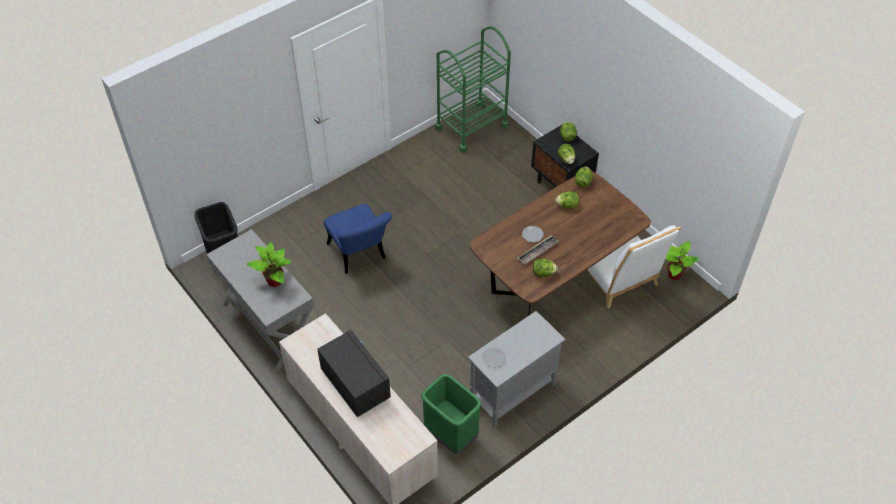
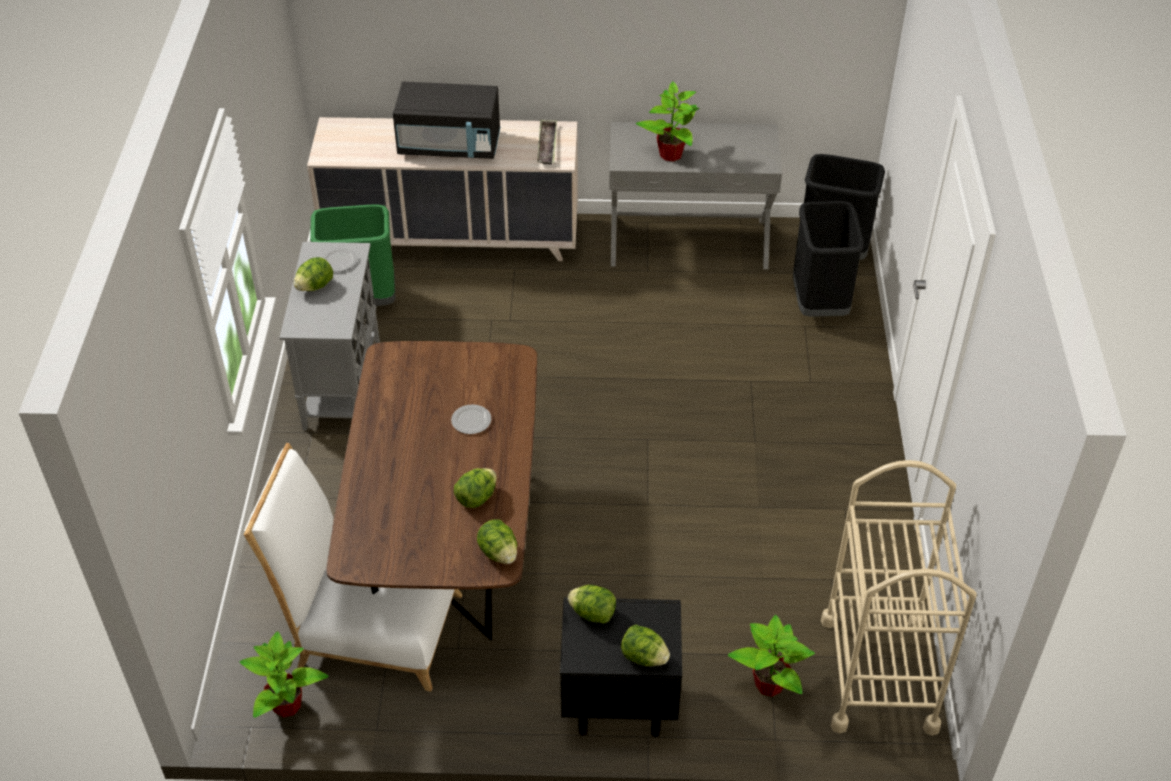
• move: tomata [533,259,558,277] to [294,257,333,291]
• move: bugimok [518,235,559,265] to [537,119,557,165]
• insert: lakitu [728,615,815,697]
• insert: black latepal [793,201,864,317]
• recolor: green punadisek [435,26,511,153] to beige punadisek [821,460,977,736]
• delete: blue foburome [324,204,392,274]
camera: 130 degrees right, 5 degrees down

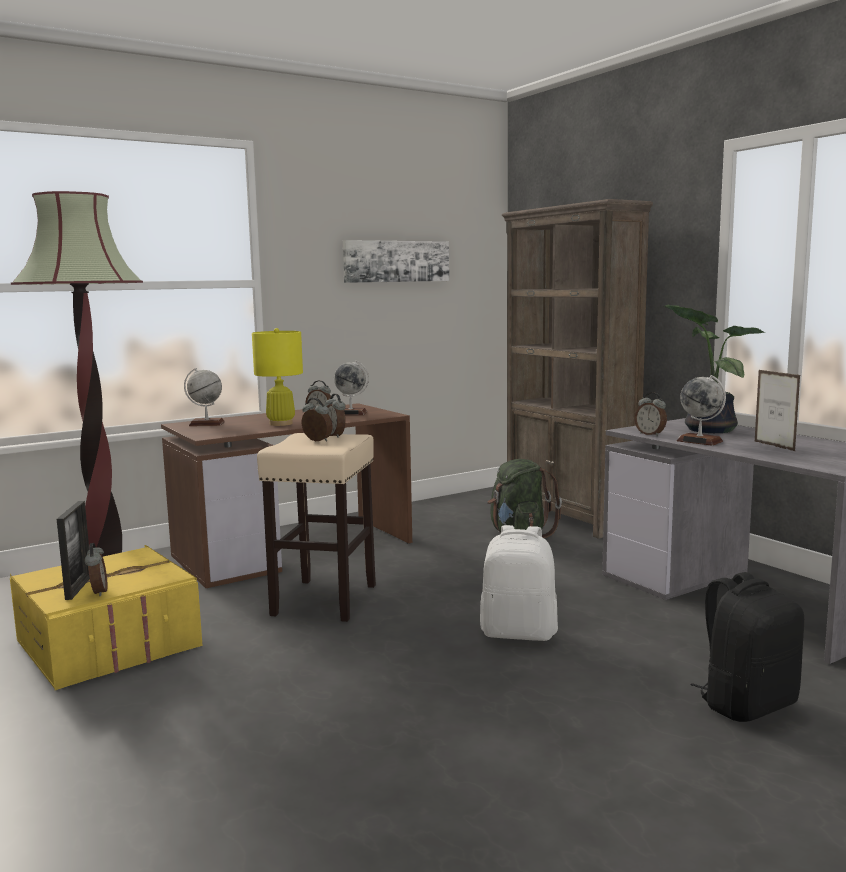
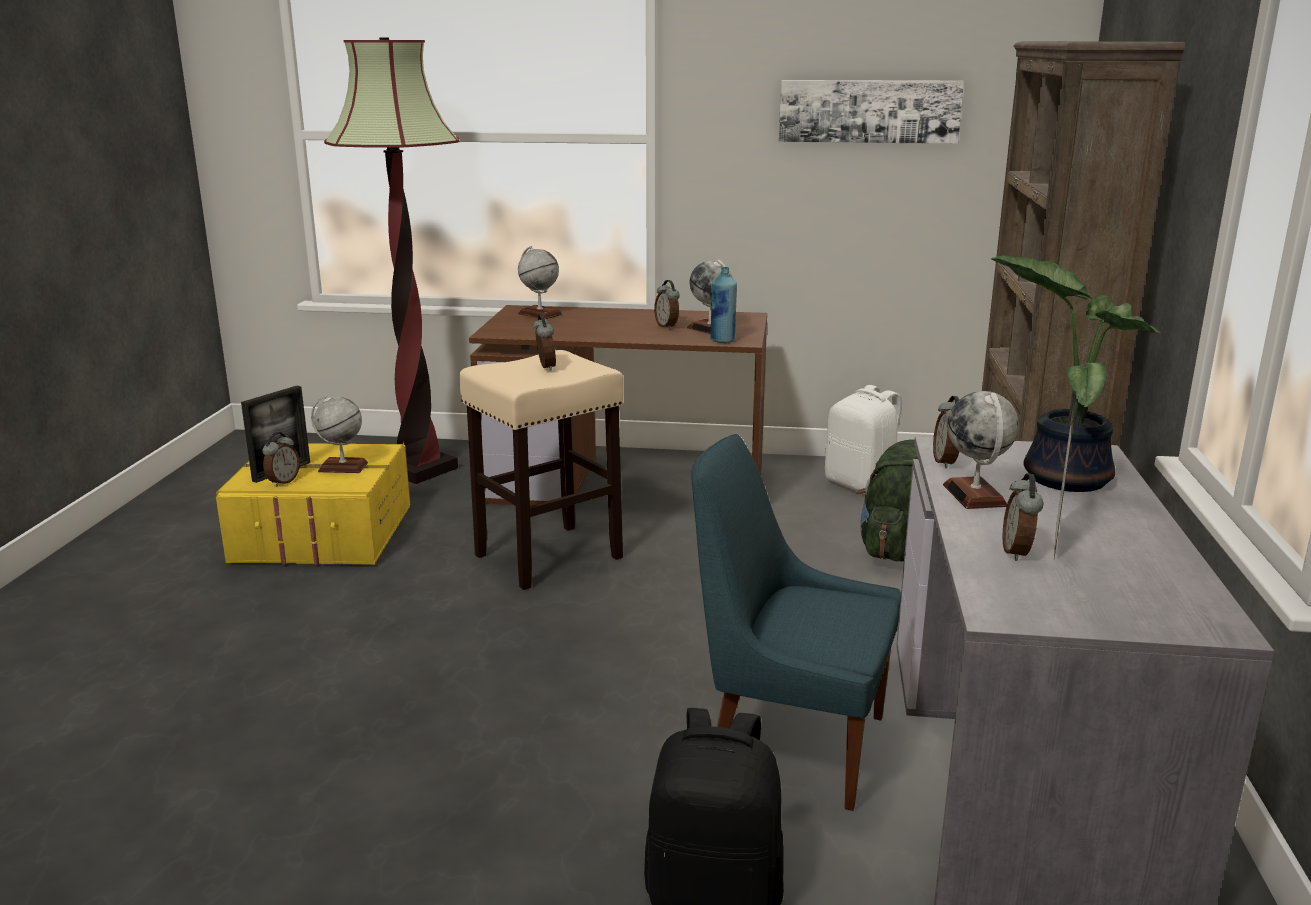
• insert: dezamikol [311,395,368,473]
• insert: blue foburome [691,434,901,811]
• insert: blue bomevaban [710,267,737,343]
• move: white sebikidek [480,525,558,641] to [825,385,902,494]
• move: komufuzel [325,394,346,438] to [1002,473,1044,561]
• delete: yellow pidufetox [252,328,303,426]
camera: 40 degrees right, 10 degrees up

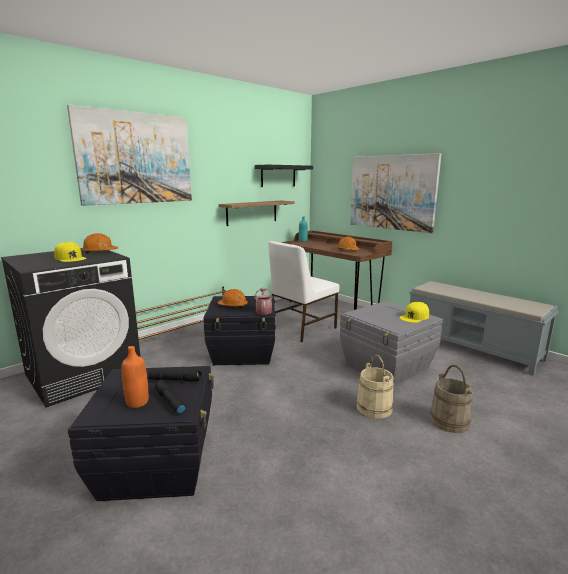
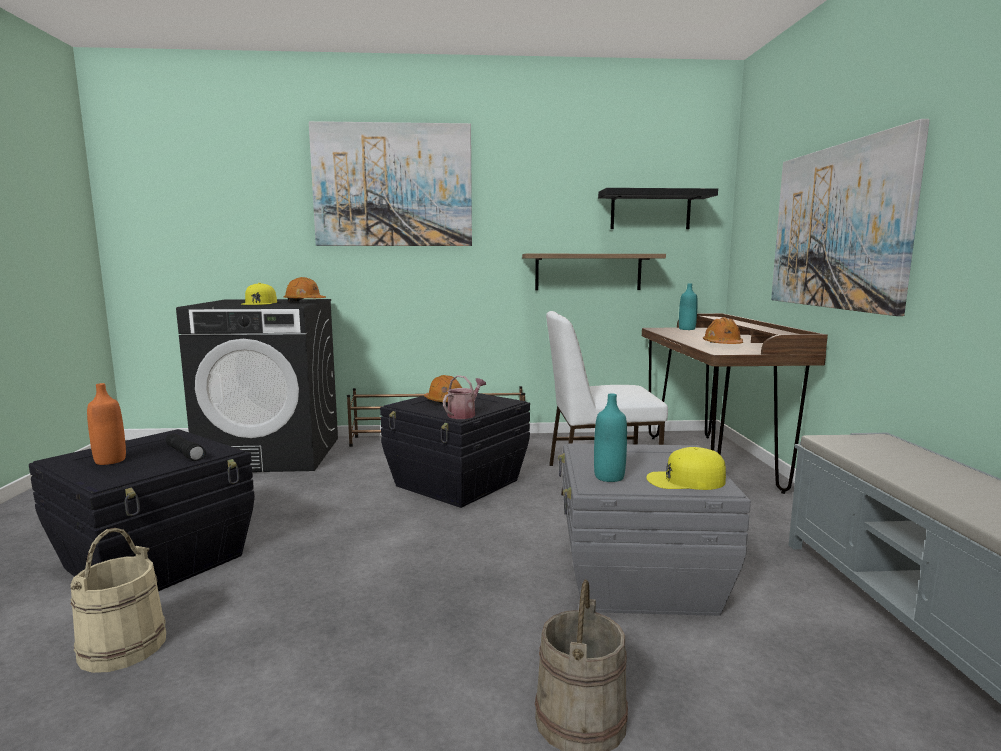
• move: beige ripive [357,354,394,419] to [70,528,166,673]
• insert: turquoise bomevaban [594,393,627,482]
• delete: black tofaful [155,380,186,414]
camera: 40 degrees right, 5 degrees down

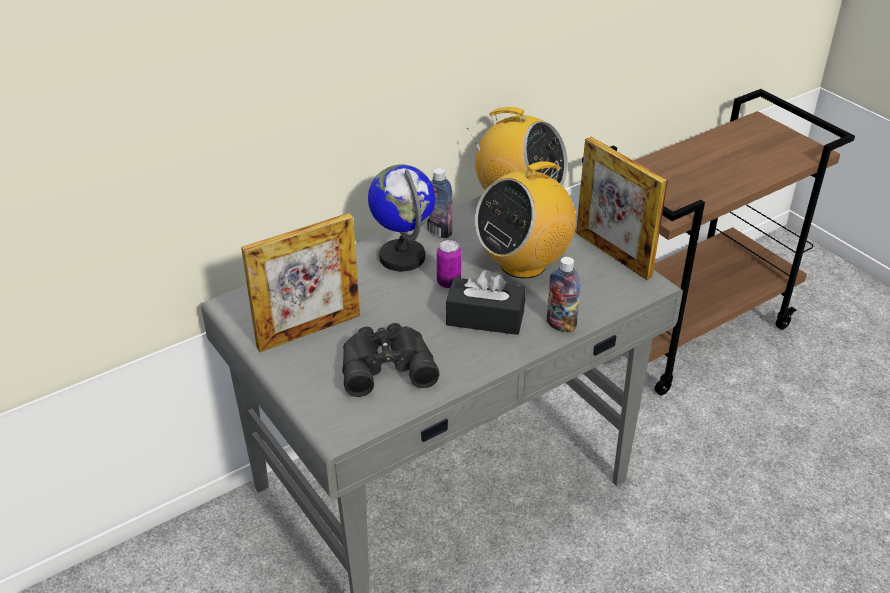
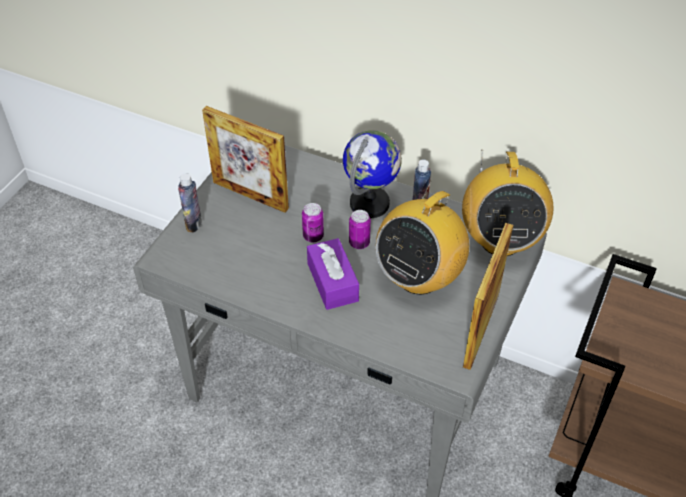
• move: bomevaban [547,257,581,333] to [178,173,202,233]
• insert: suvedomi [302,203,324,242]
• recolor: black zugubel [446,270,526,335] to purple zugubel [307,238,359,310]
• rotate: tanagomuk [475,158,576,279] = [376,181,469,295] 75 degrees counterclockwise
• delete: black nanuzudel [342,323,439,397]
camera: 60 degrees right, 10 degrees up

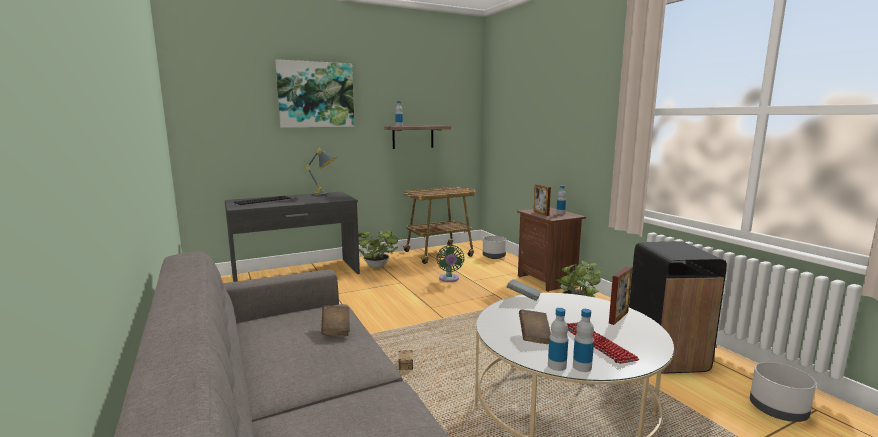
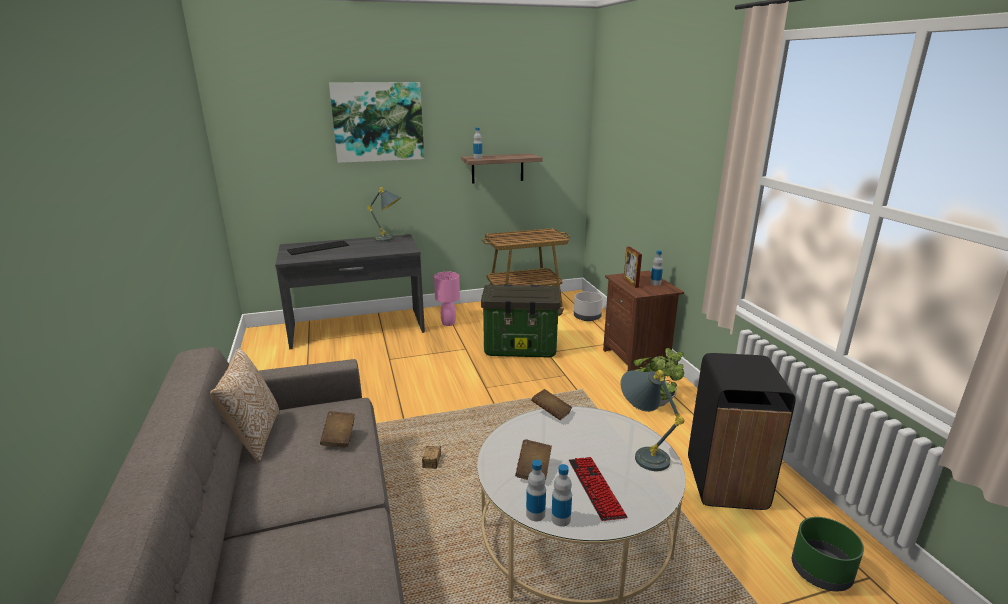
• insert: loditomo [210,348,280,462]
• replace: lakitu [358,230,398,268] to pink pidufetox [434,272,460,326]
• replace: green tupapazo [436,245,464,282] to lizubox [481,284,561,358]
• recolor: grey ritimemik [507,279,541,301] to brown ritimemik [531,389,572,420]
• replace: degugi [609,266,633,325] to grey pidufetox [620,370,684,471]
• recolor: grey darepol [750,362,816,422] to green darepol [792,517,864,591]
camera: 10 degrees right, 10 degrees up

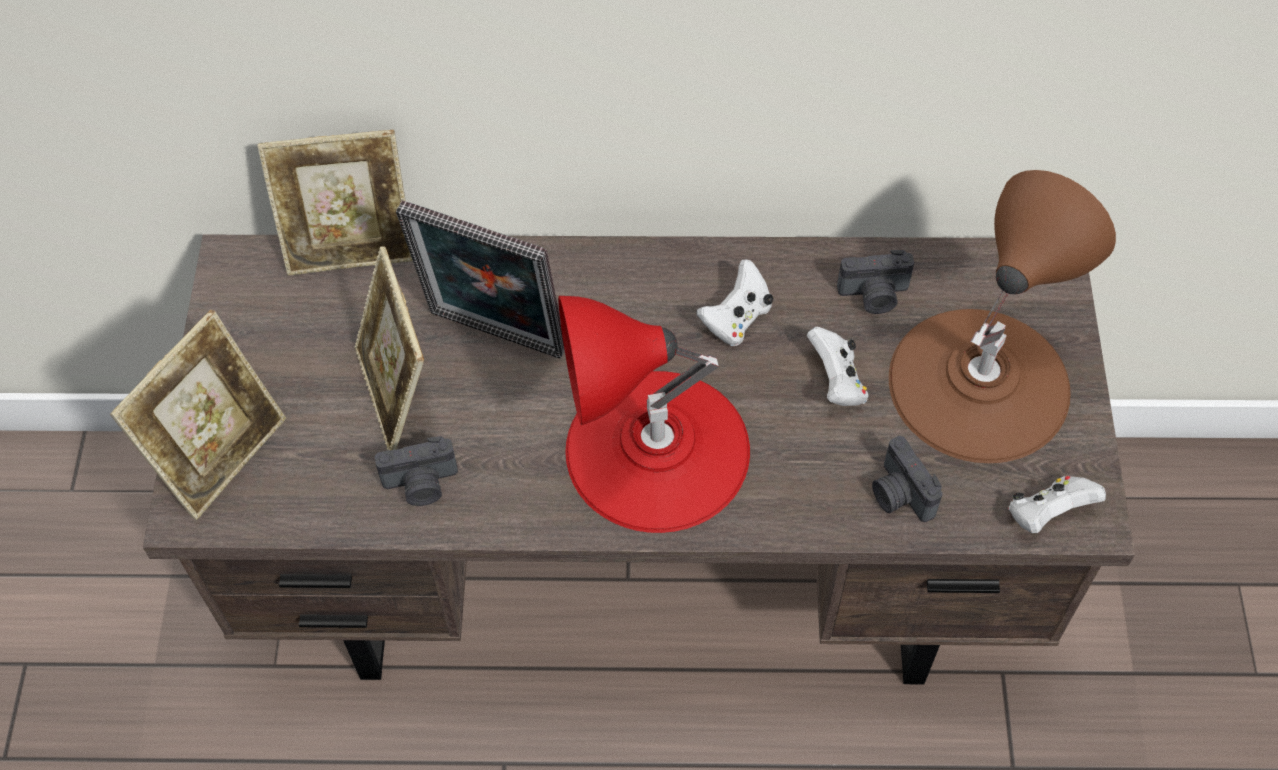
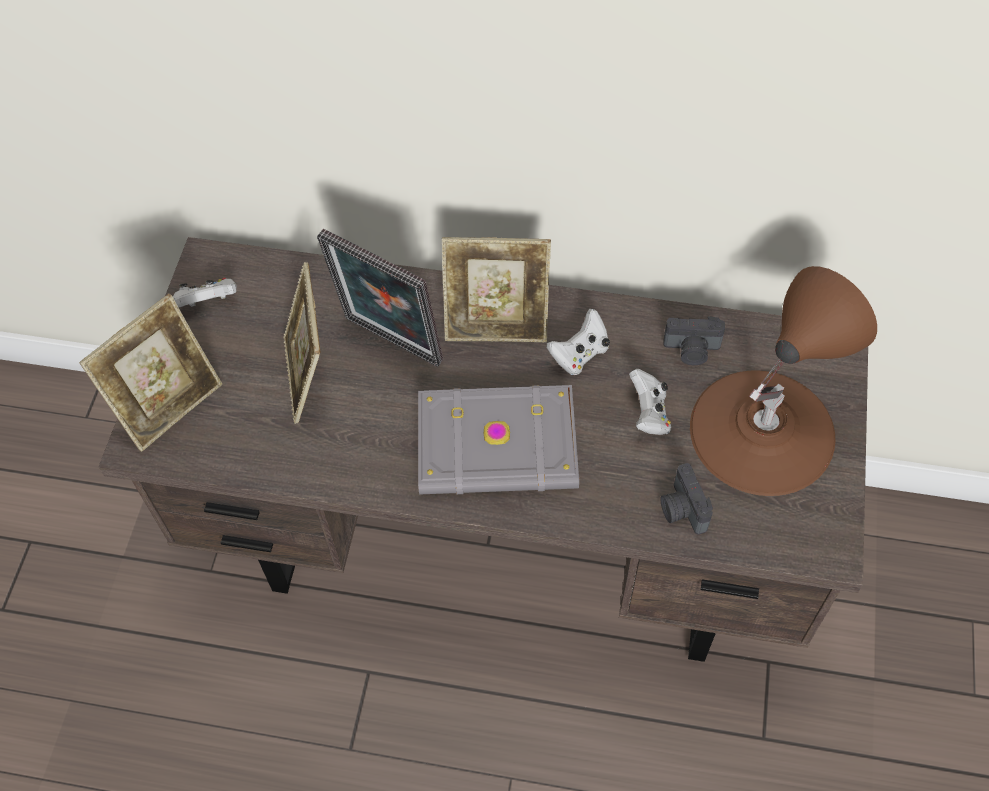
• move: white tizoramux [1009,476,1106,533] to [173,277,237,307]
• replace: red pidufetox [558,296,750,533] to grey ritimemik [418,385,579,494]
• move: degugi [257,130,413,275] to [442,237,551,342]
• delete: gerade [375,436,458,506]
camera: 10 degrees right, 0 degrees up

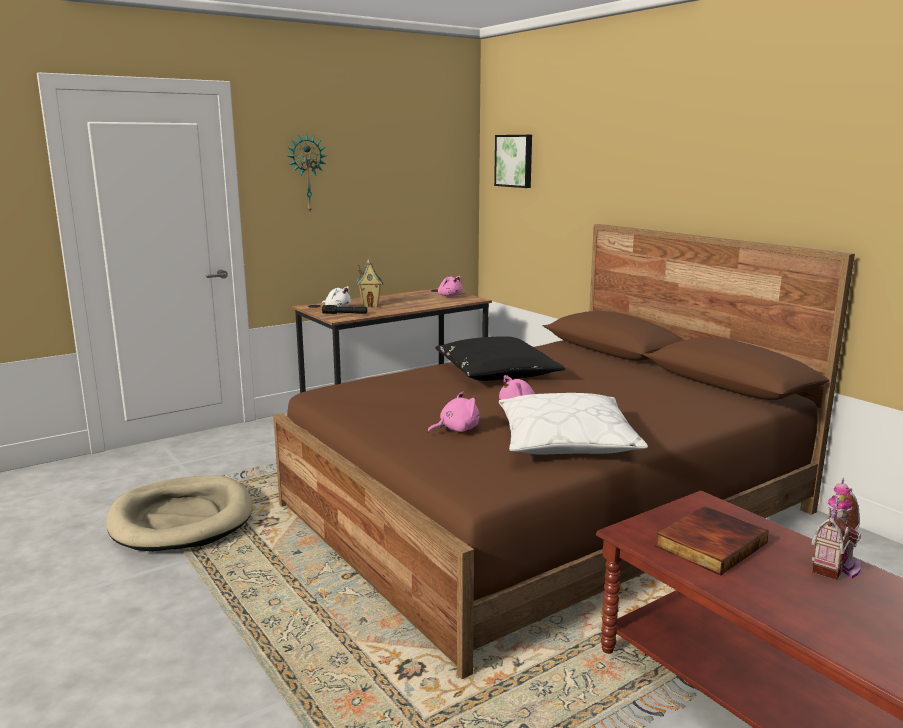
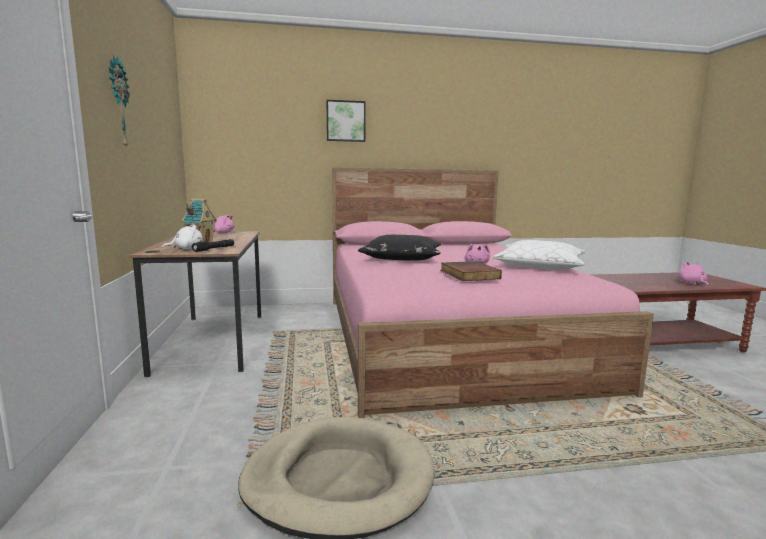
• move: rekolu [494,135,532,188] to [326,100,366,142]
• recolor: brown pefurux [273,224,855,679] to pink pefurux [332,167,654,418]
• move: ritimemik [655,506,769,576] to [440,261,502,281]
• move: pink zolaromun [428,391,480,433] to [679,262,708,286]
• delete: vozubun [811,478,861,580]
camera: 65 degrees left, 5 degrees down

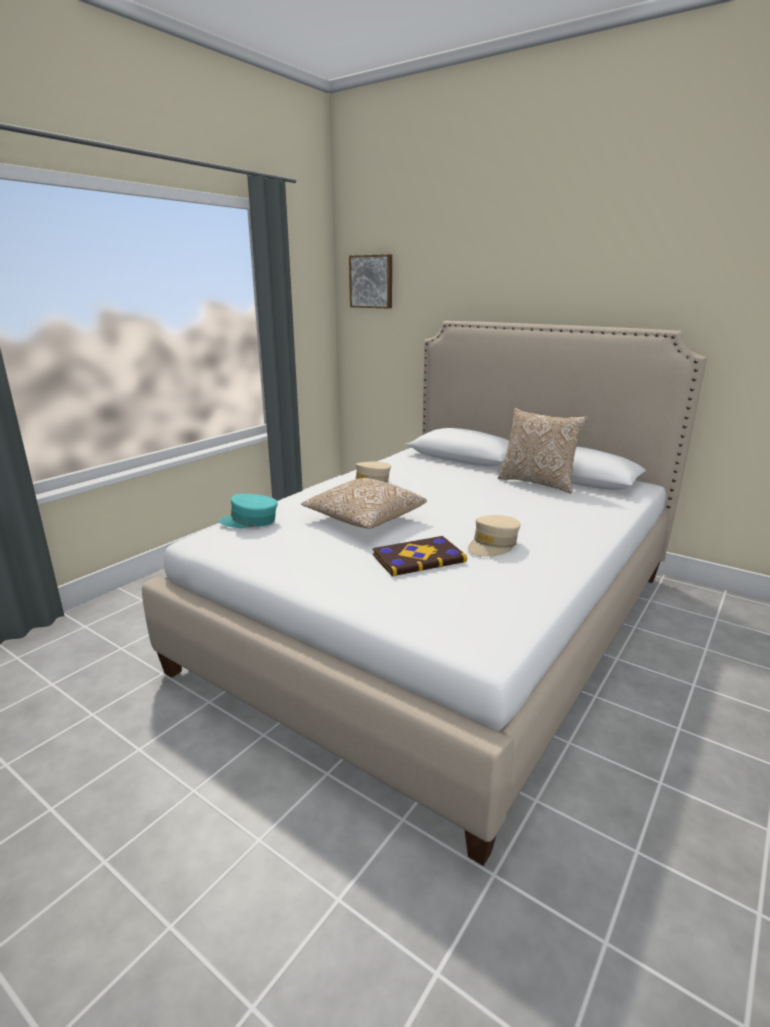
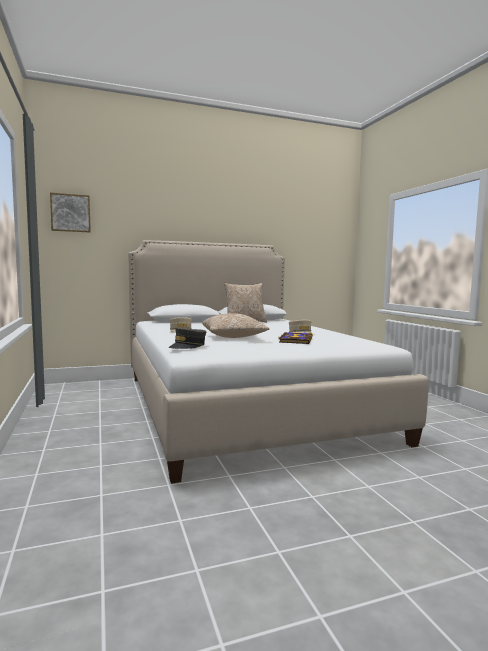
• recolor: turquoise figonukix [219,494,278,528] to grey figonukix [169,328,206,349]
camera: 55 degrees left, 15 degrees down

